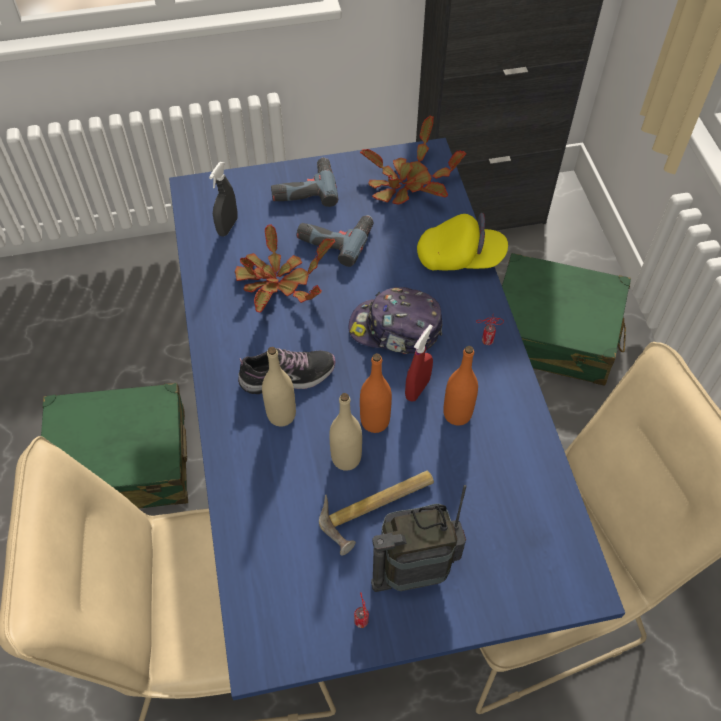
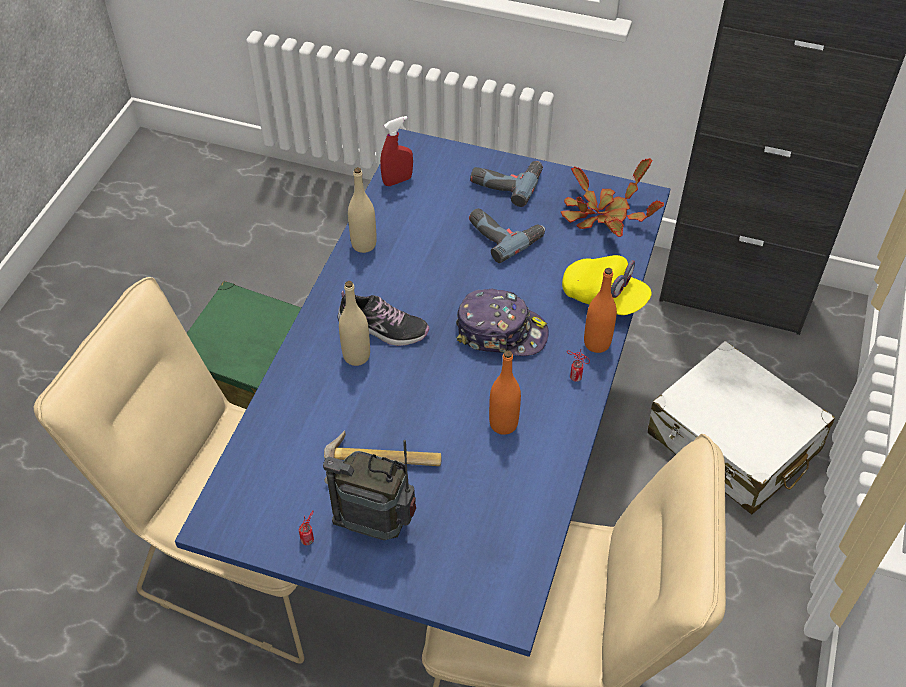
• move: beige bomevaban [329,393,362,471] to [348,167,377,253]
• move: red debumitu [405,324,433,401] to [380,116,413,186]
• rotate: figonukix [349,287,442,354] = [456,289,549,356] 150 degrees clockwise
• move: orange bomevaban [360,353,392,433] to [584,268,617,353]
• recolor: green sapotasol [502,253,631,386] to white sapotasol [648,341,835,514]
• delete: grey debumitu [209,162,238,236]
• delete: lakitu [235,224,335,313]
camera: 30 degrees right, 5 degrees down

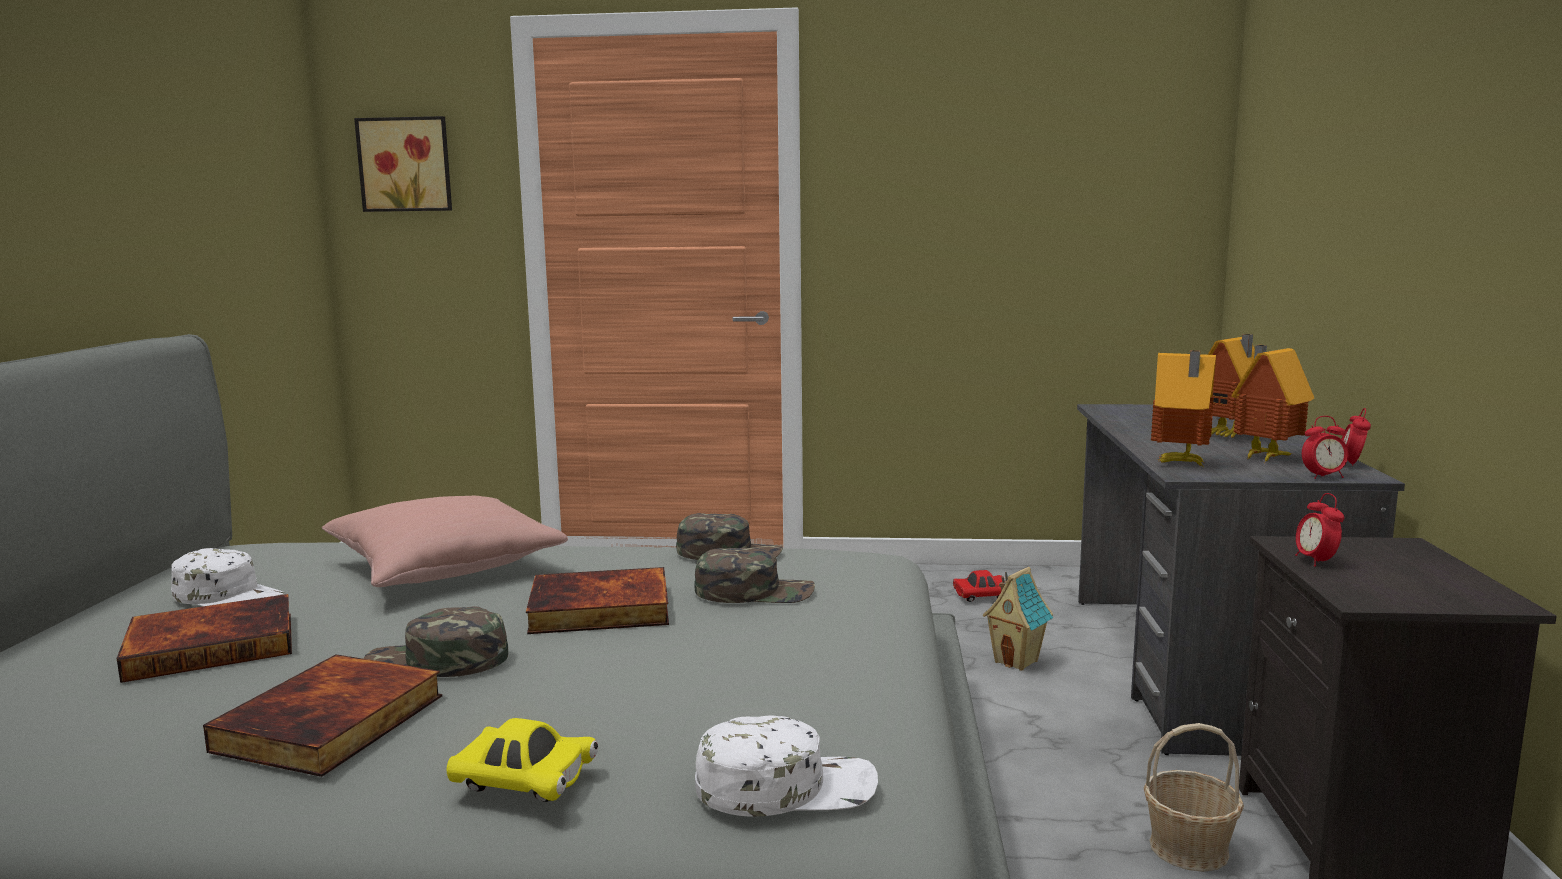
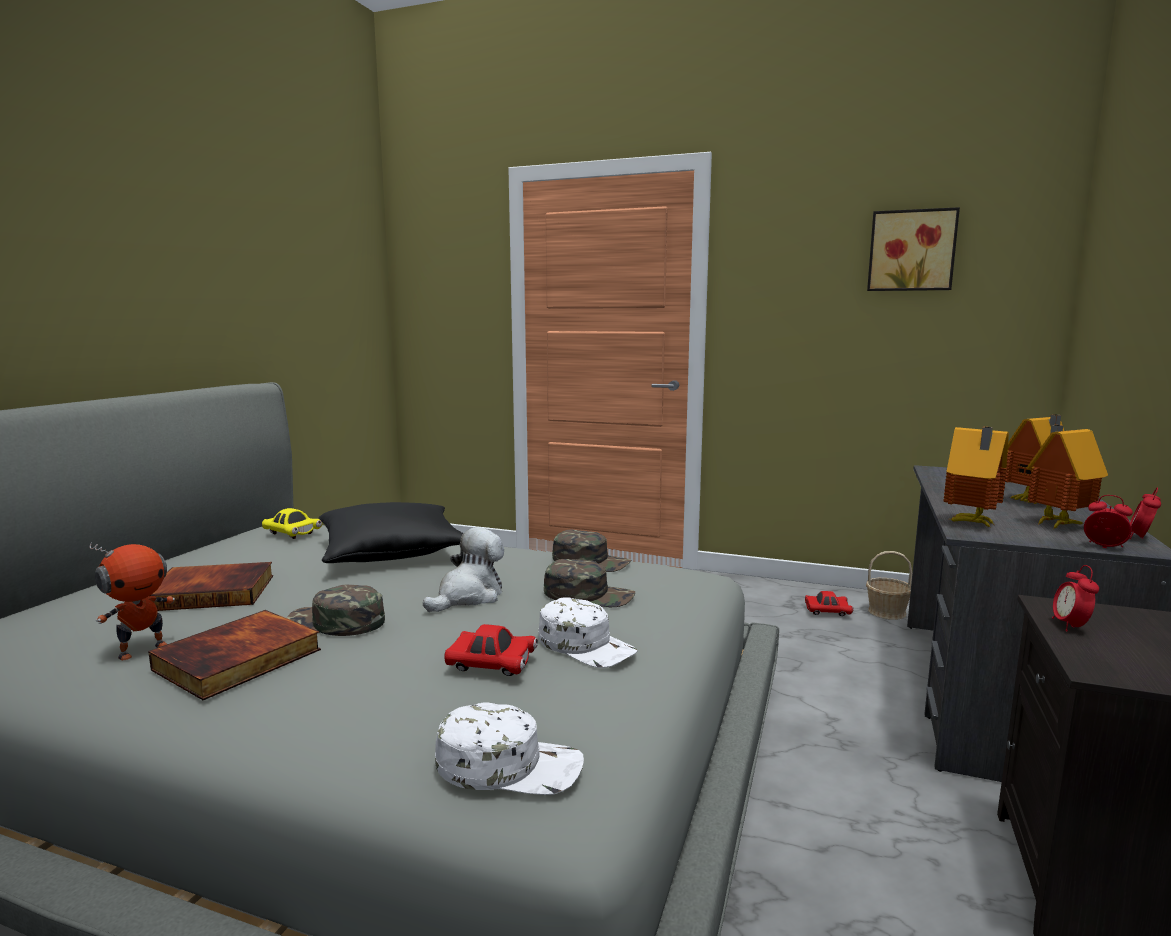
• insert: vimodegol [90,542,175,660]
• move: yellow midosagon [446,718,598,802] to [262,508,322,539]
• recolor: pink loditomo [322,496,568,587] to black loditomo [319,502,463,563]
• replace: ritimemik [526,567,669,634] to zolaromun [423,527,504,612]
• insert: red midosagon [444,624,538,676]
• move: white figonukix [171,548,284,606] to [539,597,638,668]
• move: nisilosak [1144,723,1244,872] to [866,551,912,620]
• move: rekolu [354,116,452,212] to [867,207,960,291]
• rotate: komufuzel [1302,416,1348,479] = [1084,495,1133,548] 150 degrees counterclockwise
• delete: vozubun [983,567,1053,671]
camera: 15 degrees right, 0 degrees up

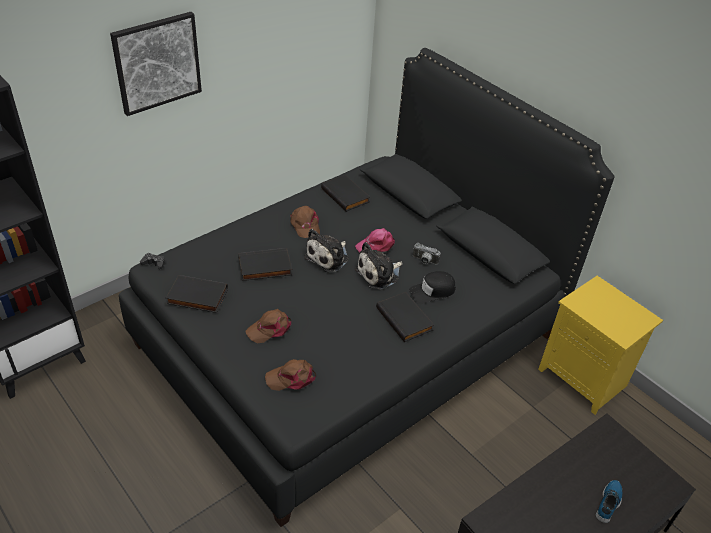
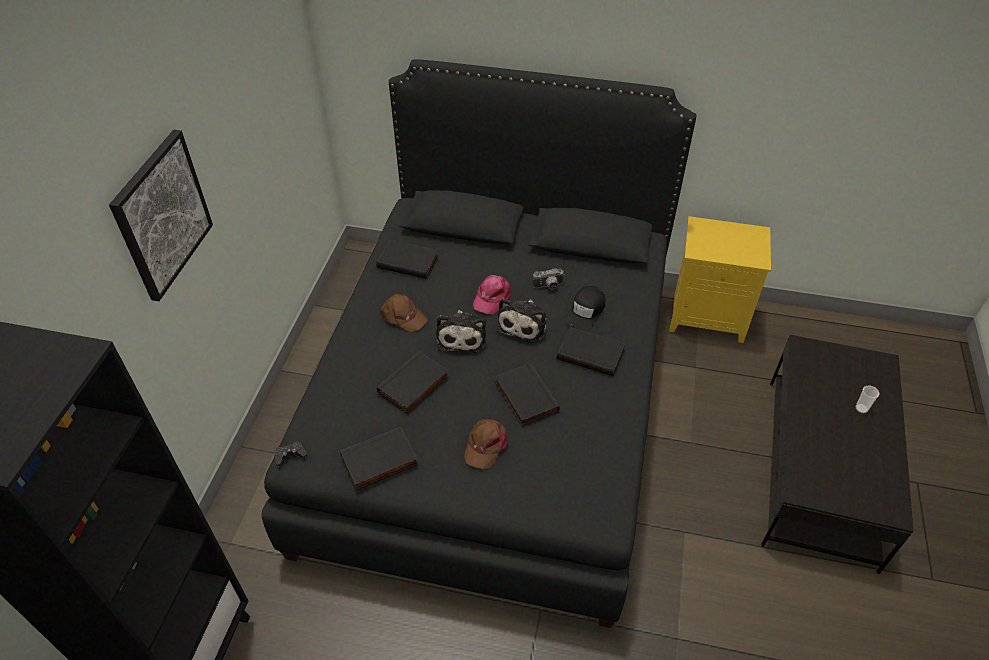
• insert: black ritimemik [495,363,560,426]
• replace: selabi [596,480,622,523] to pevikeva [856,386,879,413]
• delete: brown figonukix [265,359,316,391]
camera: 35 degrees left, 5 degrees up

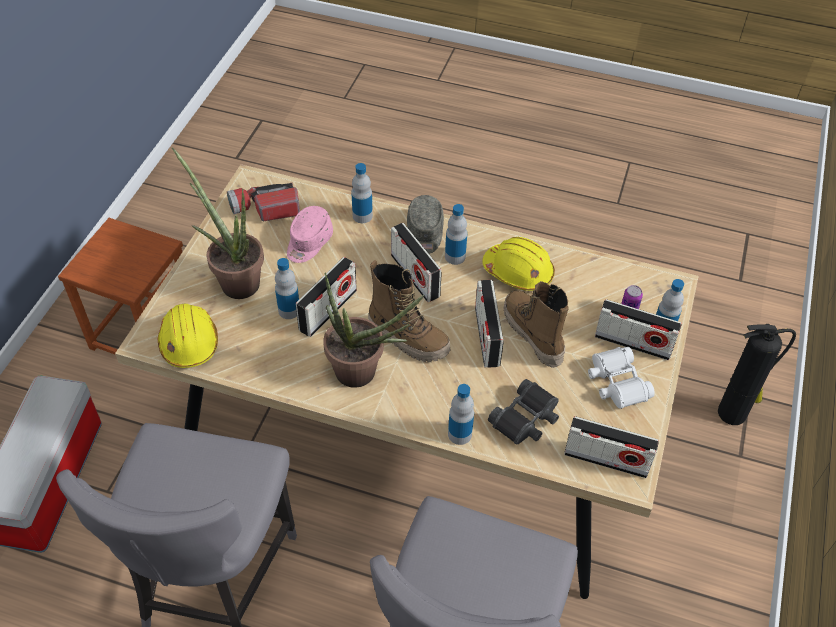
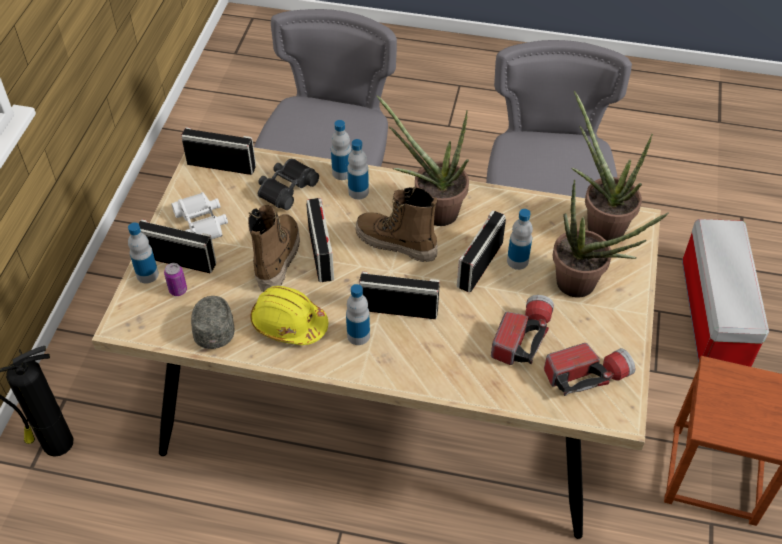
• move: grey figonukix [407,195,444,254] to [191,296,235,349]
• rotate: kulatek [504,281,569,368] = [248,205,300,292] 135 degrees counterclockwise
• move: bomevaban [351,163,373,223] to [347,139,369,199]
• rotate: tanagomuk [391,223,442,302] = [359,271,440,319] 45 degrees counterclockwise
• replace: pink figonukix [287,206,333,263] to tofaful [491,295,554,365]
• replace: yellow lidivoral [158,304,218,368] to lakitu [571,90,653,241]
camera: 175 degrees right, 0 degrees up

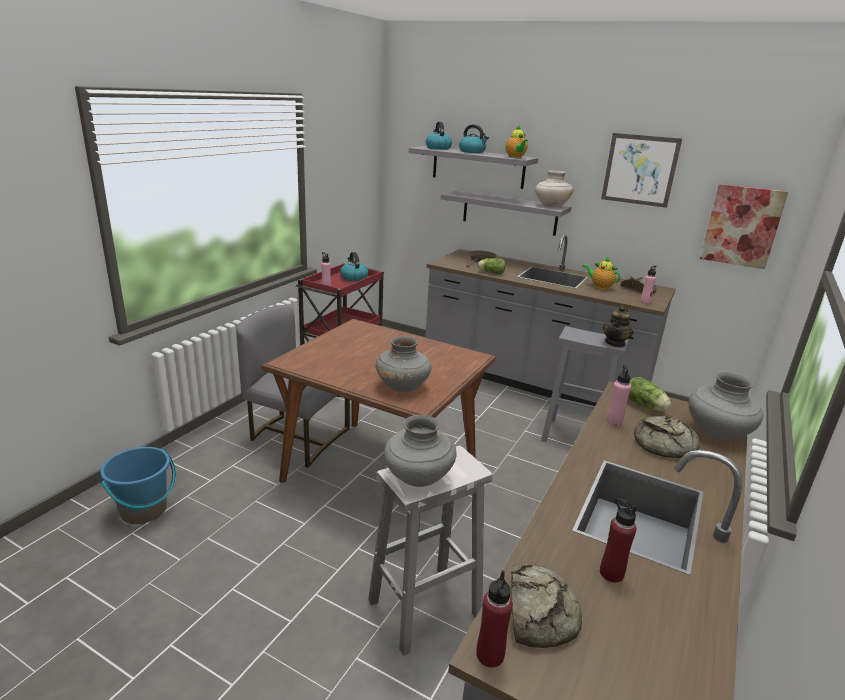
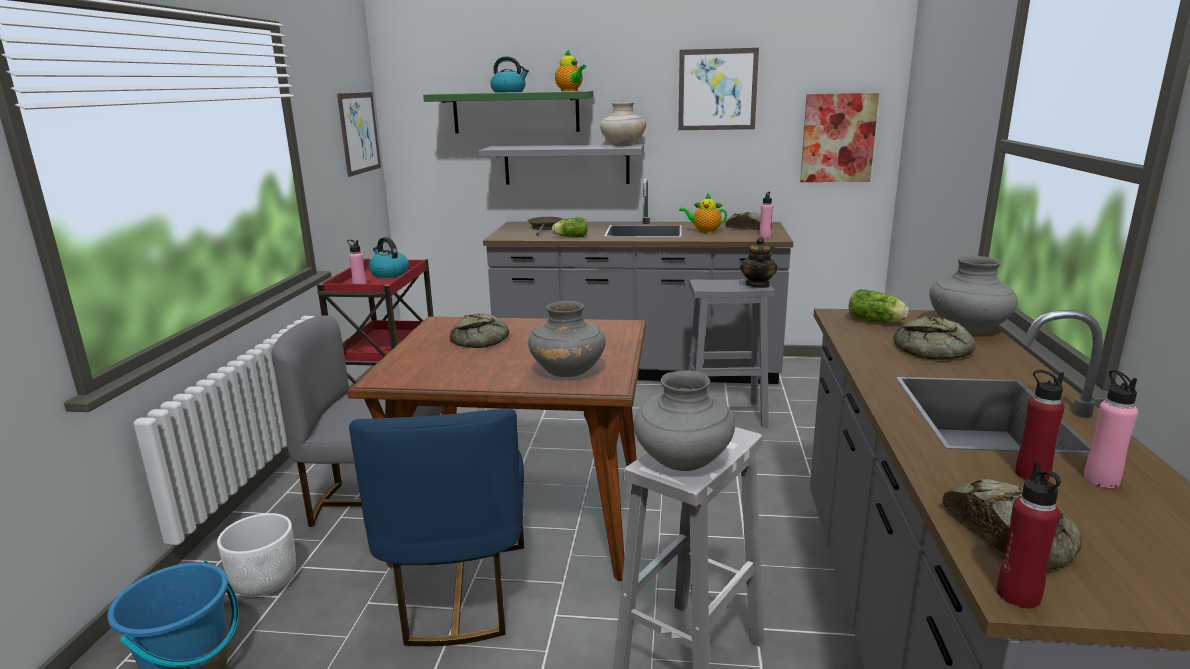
• insert: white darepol [217,513,296,597]
• insert: rekolu [337,92,381,177]
• insert: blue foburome [349,408,524,646]
• recolor: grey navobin [409,146,538,189] to green navobin [423,91,593,134]
• insert: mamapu [450,314,509,348]
• move: pink bomevaban [606,365,631,426] to [1084,370,1138,488]
• delete: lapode [426,122,452,150]
camera: 20 degrees left, 5 degrees down

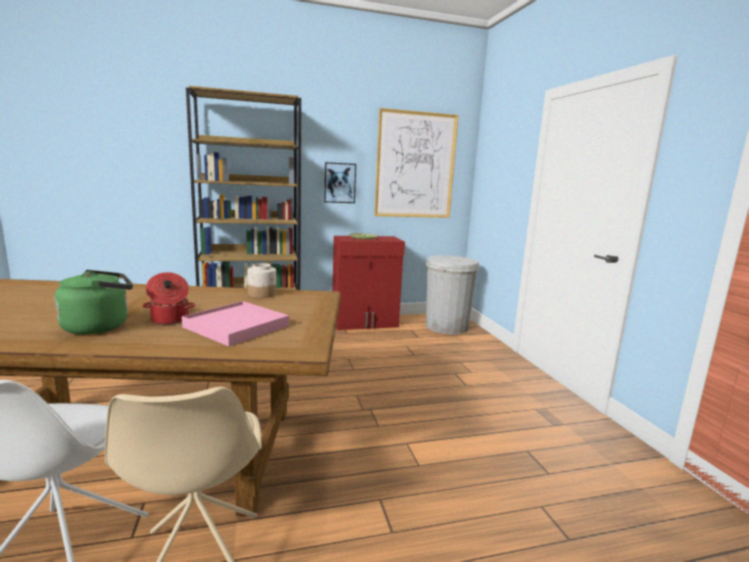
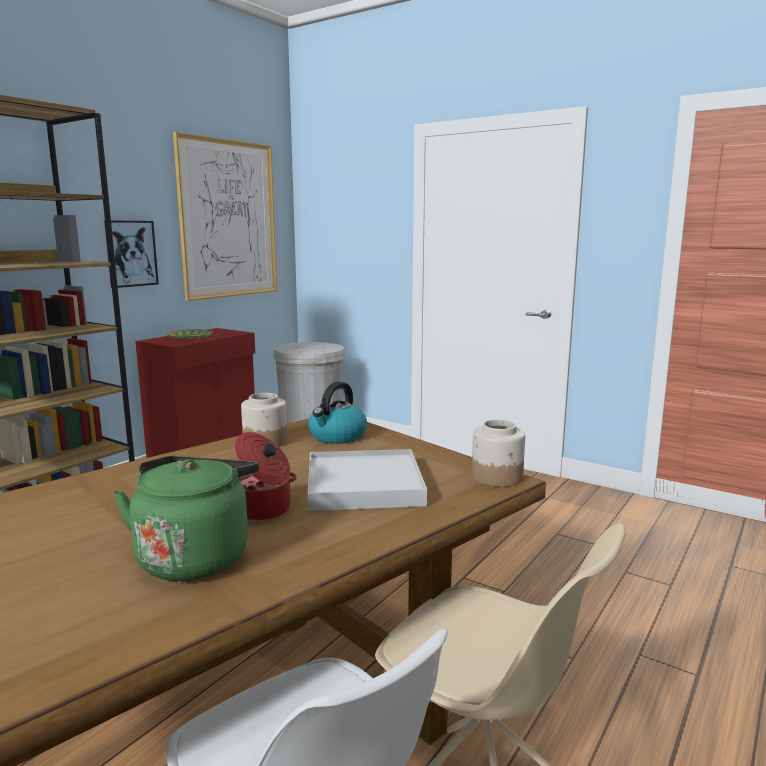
• recolor: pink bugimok [182,301,289,346] to white bugimok [308,449,427,511]
• insert: lapode [309,381,367,444]
• insert: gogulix [472,420,525,487]
camera: 40 degrees left, 0 degrees up

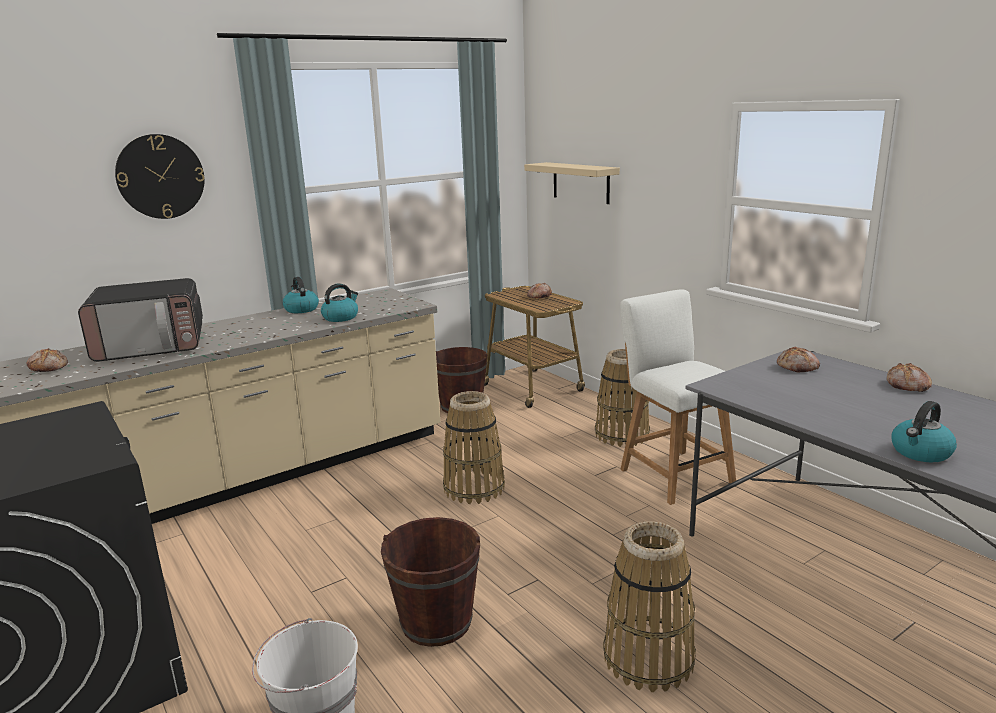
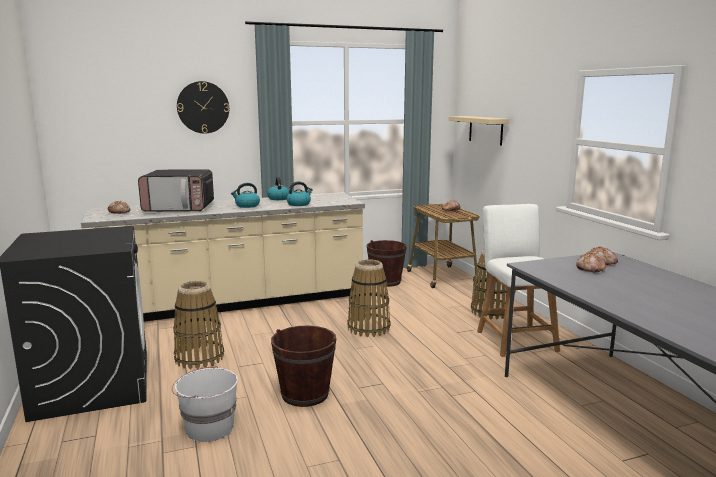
• move: nisilosak [603,521,696,692] to [173,281,224,369]
• move: lapode [891,401,957,462] to [231,183,260,208]
• move: mamapu [887,363,932,392] to [576,253,606,273]
camera: 15 degrees right, 5 degrees down

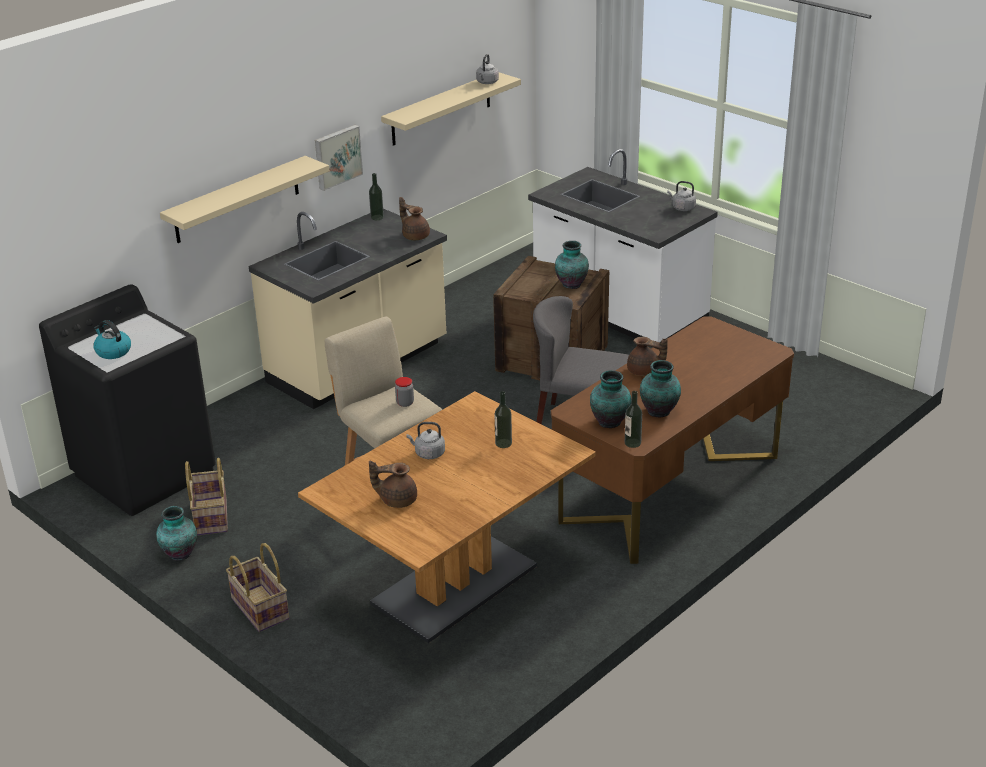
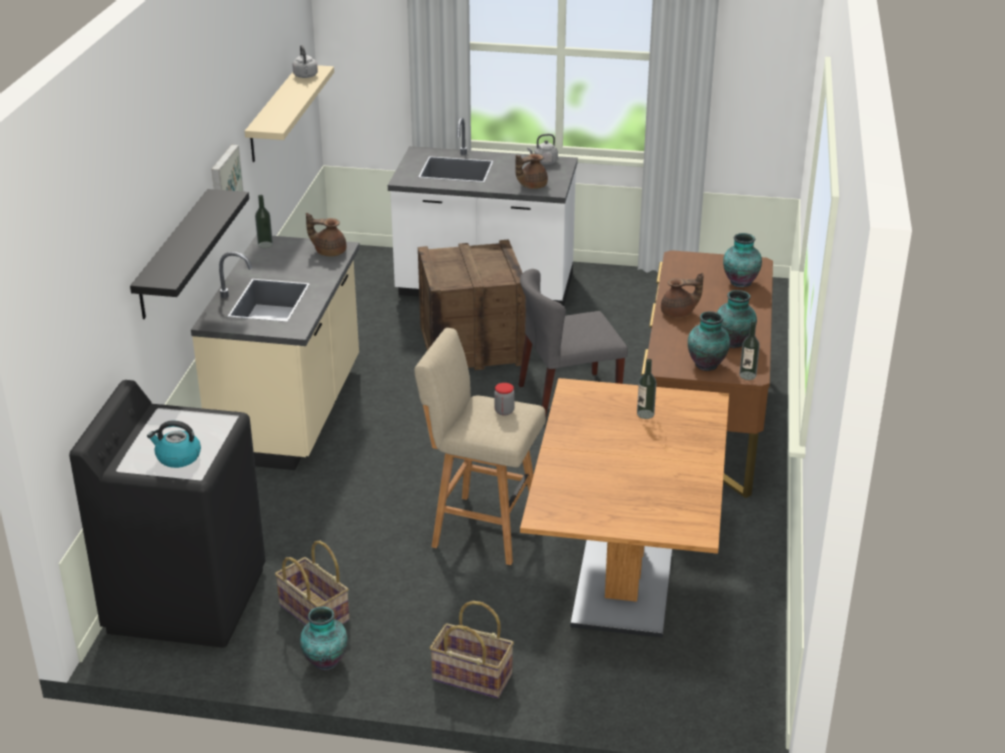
• recolor: beige navobin [160,156,329,243] to black navobin [130,189,249,319]
• move: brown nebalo [369,460,417,508] to [515,154,548,189]
• move: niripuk [555,241,589,289] to [723,233,762,287]
• delete: grey lapode [406,422,445,459]
camera: 35 degrees left, 0 degrees up

